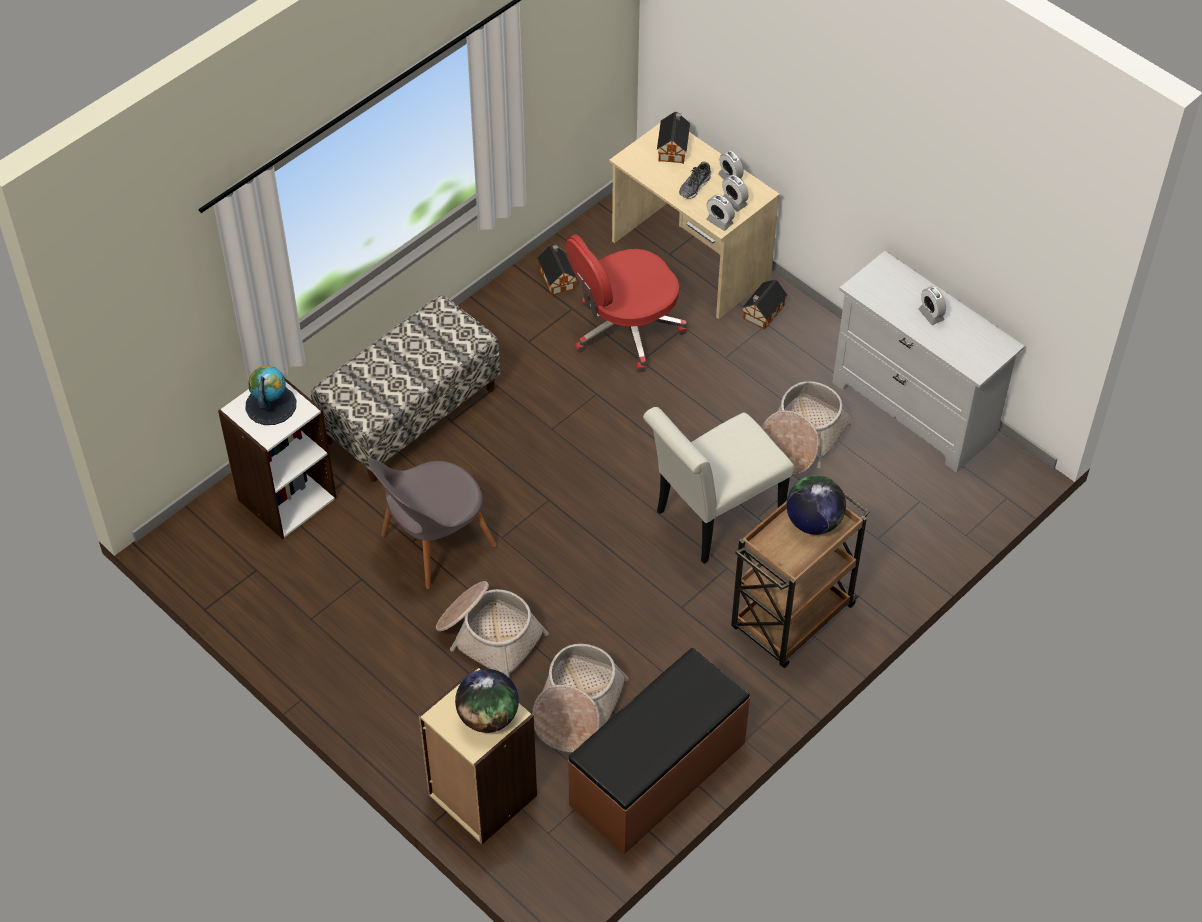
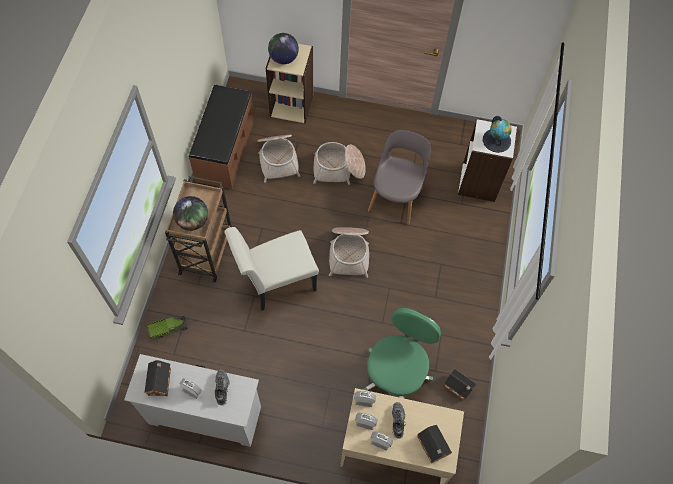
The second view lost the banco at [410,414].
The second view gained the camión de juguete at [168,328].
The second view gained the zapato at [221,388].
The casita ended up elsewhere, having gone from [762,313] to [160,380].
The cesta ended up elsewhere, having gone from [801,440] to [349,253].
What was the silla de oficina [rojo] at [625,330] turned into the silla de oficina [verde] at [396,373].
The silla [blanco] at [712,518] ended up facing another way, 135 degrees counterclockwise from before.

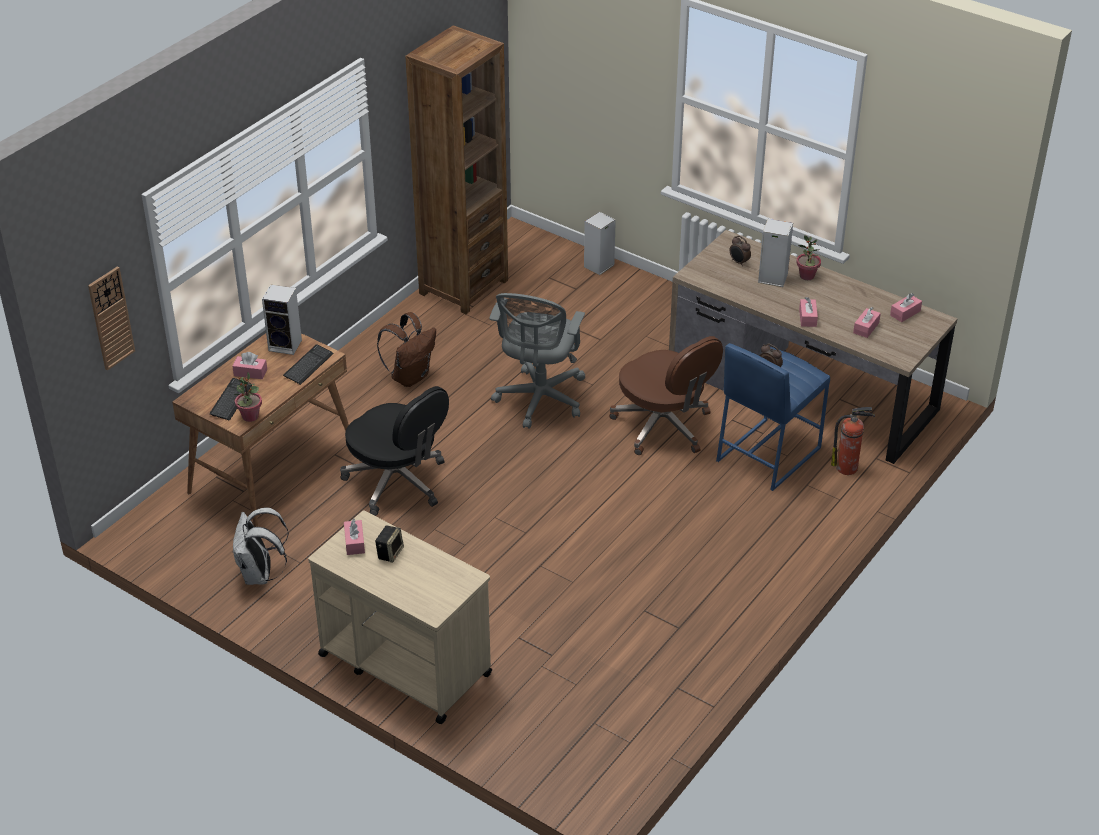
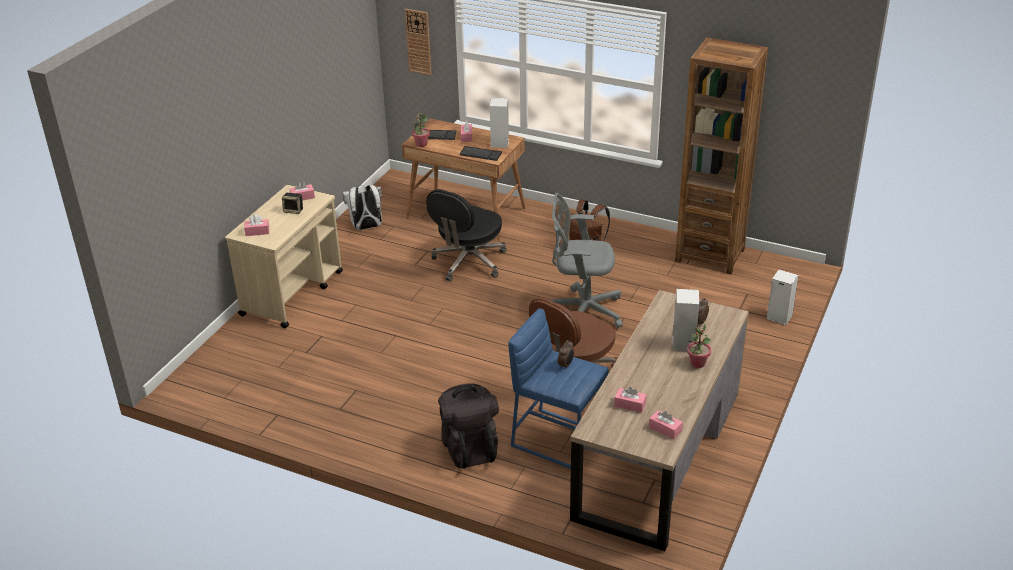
The second view lost the extintor at [848,468].
The second view gained the mochila [negro] at [469,448].
The caja de pañuelos [rosa] ended up elsewhere, having gone from [807,318] to [257,231].

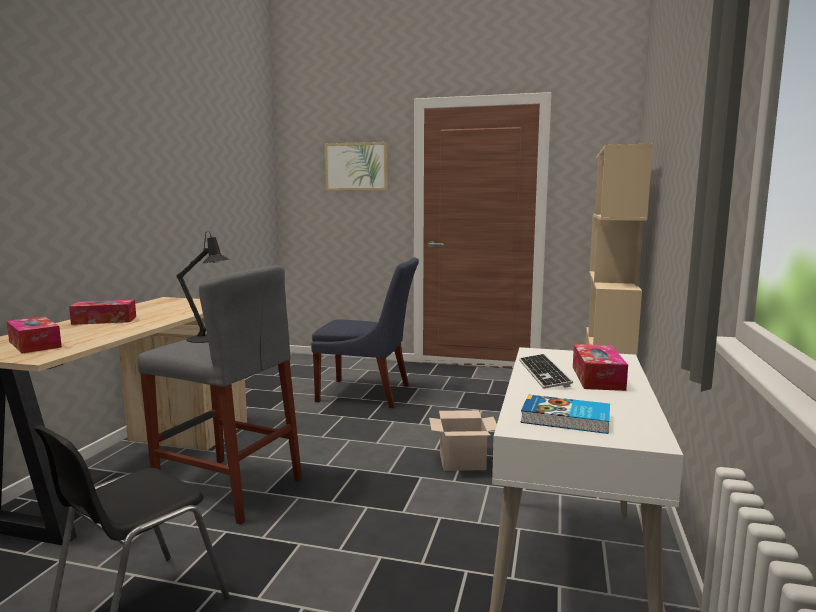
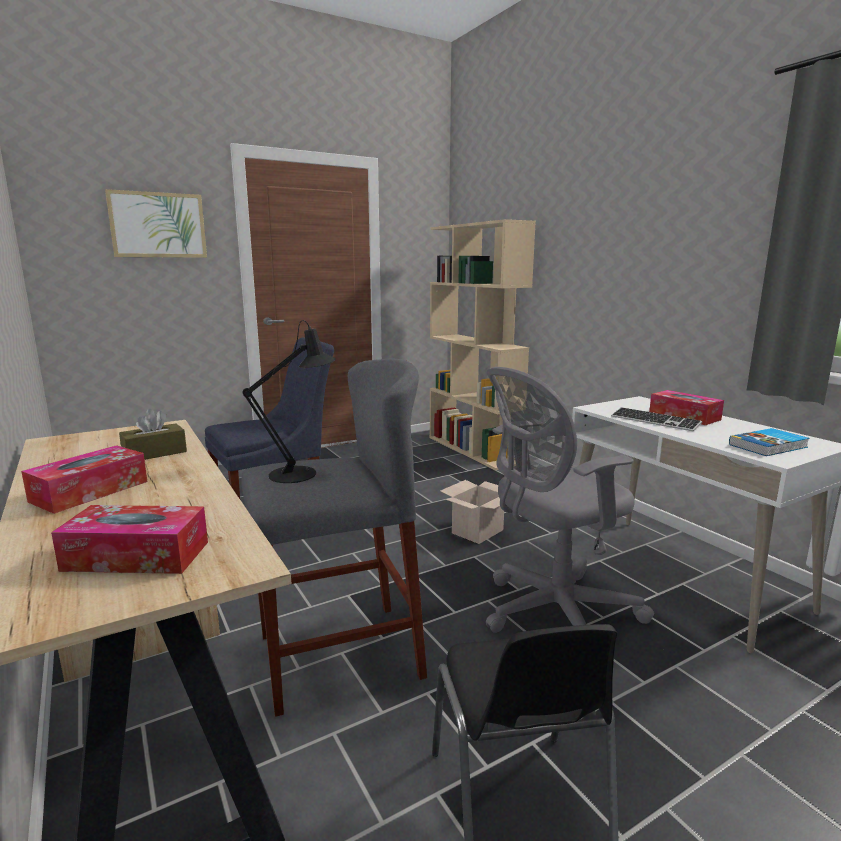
The second view gained the caja de pañuelos [marrón] at [155,453].
The second view gained the silla de oficina [gris] at [552,612].

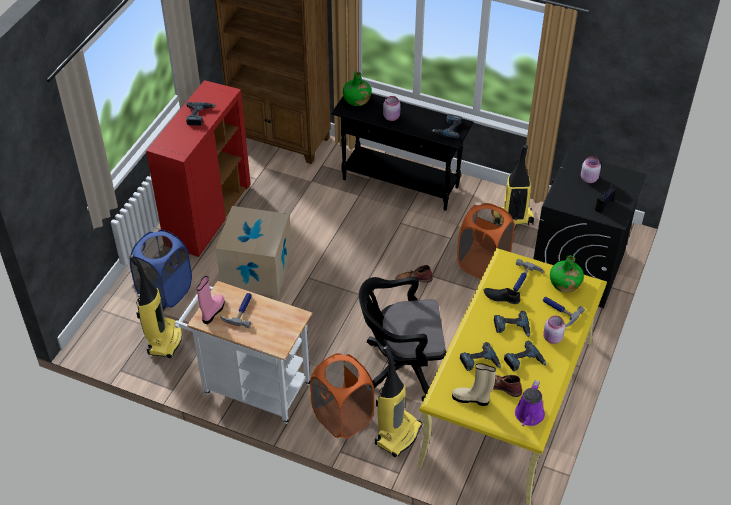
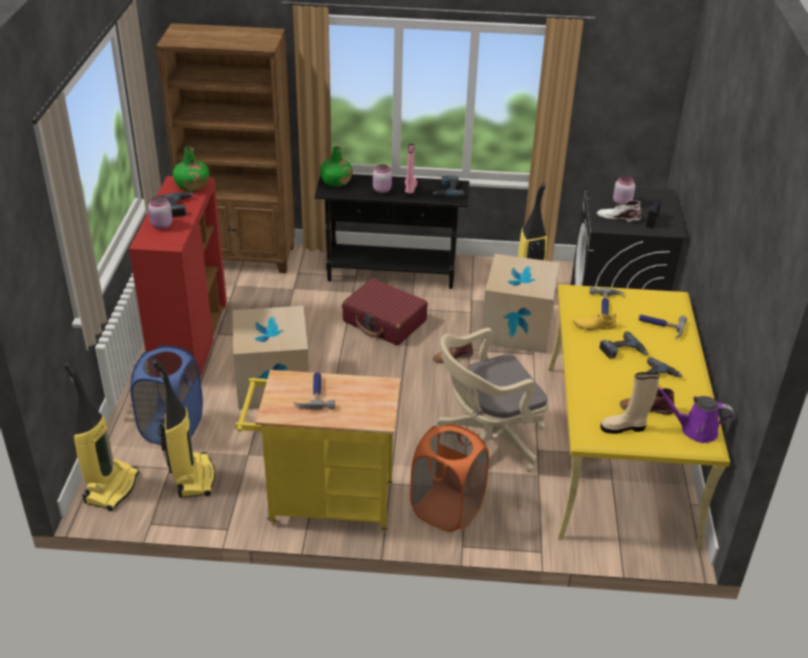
The second view lost the taladro at [480,362].
The second view gained the maleta [rojo] at [384,321].
The second view gained the bota [blanco] at [618,217].
The bota [rosa] ended up elsewhere, having gone from [212,312] to [410,189].
The aspiradora ended up elsewhere, having gone from [397,434] to [111,487].
The tarro [rosa] ended up elsewhere, having gone from [552,338] to [161,225].
The botella [verde] ended up elsewhere, having gone from [564,283] to [192,185].
Where the cesto de la ropa [naranja] stood at [482,264], the caja de cartón came to stand at [517,329].
What was the carrito [blanco] at [251,387] turned into the carrito [amarillo] at [323,504].
What was the silla de oficina [negro] at [403,365] turned into the silla de oficina [beis] at [486,441].
What was the zapato [negro] at [501,297] turned into the zapato [amarillo] at [593,326].
The regadera [morado] at [528,416] ended up facing another way, 105 degrees clockwise from before.

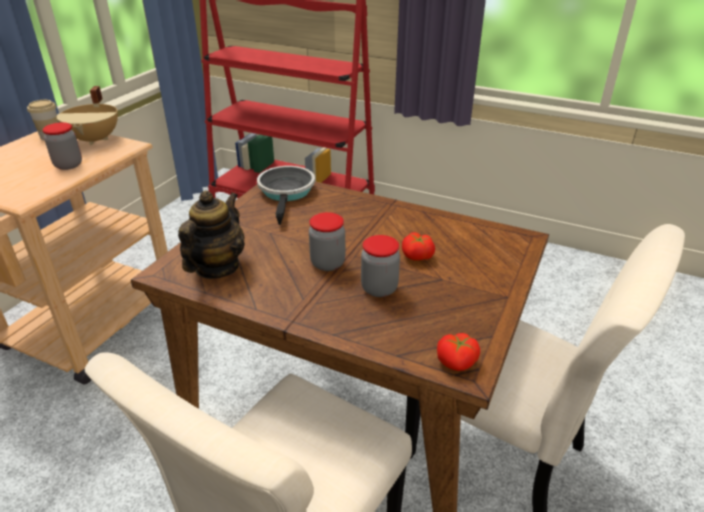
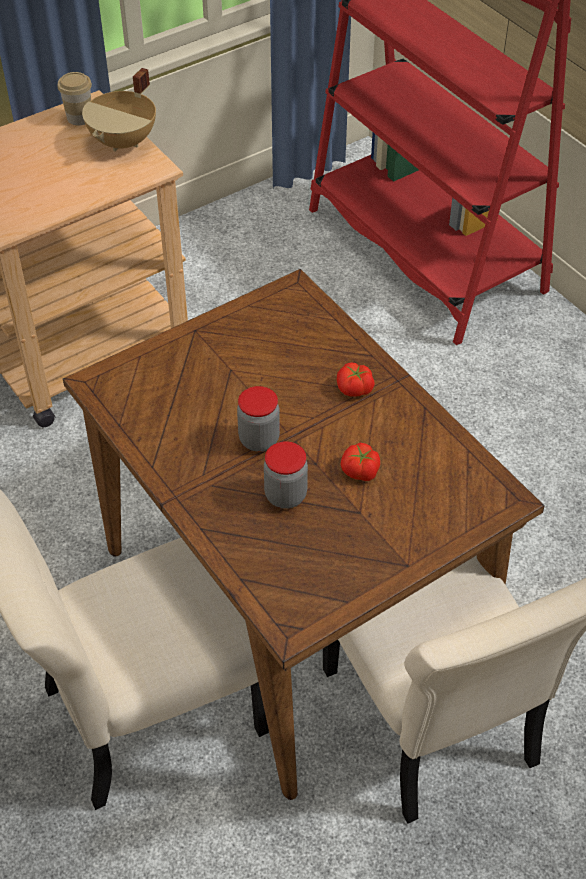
The second view lost the tarro at [68,165].
The second view lost the tetera at [216,267].
The second view lost the sartén at [287,193].
The tomate ended up elsewhere, having gone from [457,362] to [354,389].

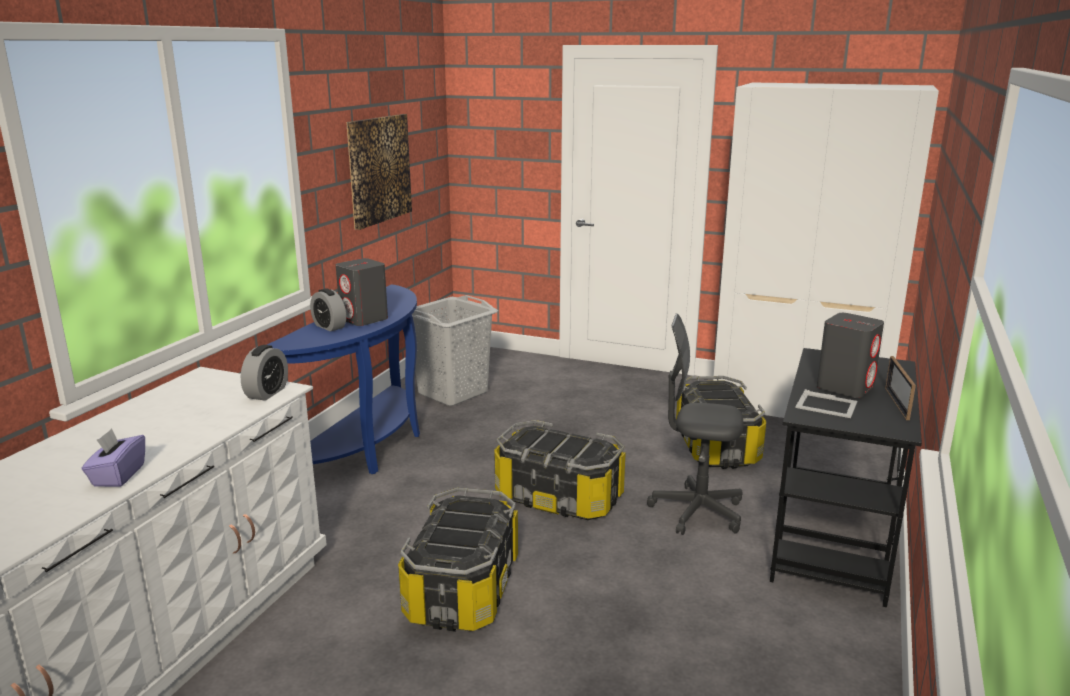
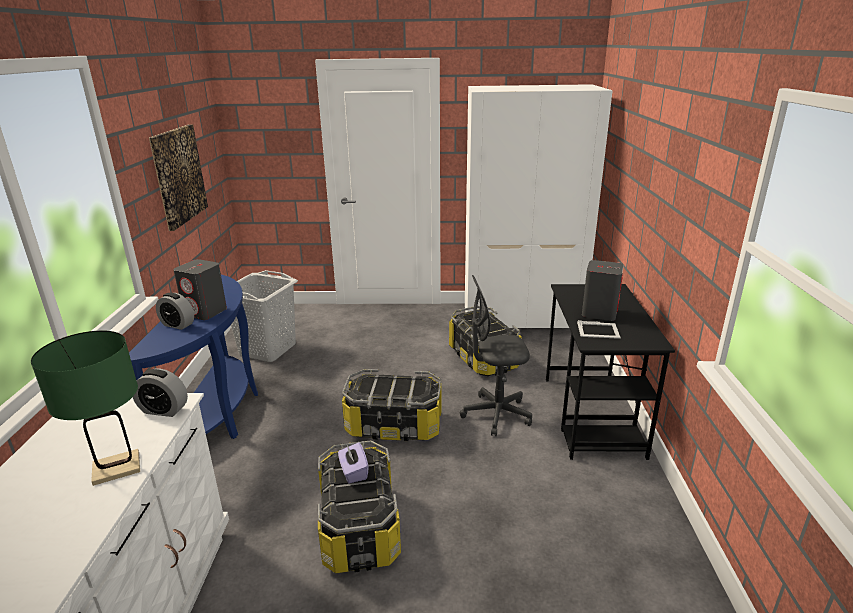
The second view lost the portarretratos at [897,403].
The second view gained the lámpara de mesa [verde] at [117,468].
The caja de pañuelos [morado] ended up elsewhere, having gone from [118,475] to [353,472].
The despertador at [267,393] ended up facing another way, 105 degrees clockwise from before.

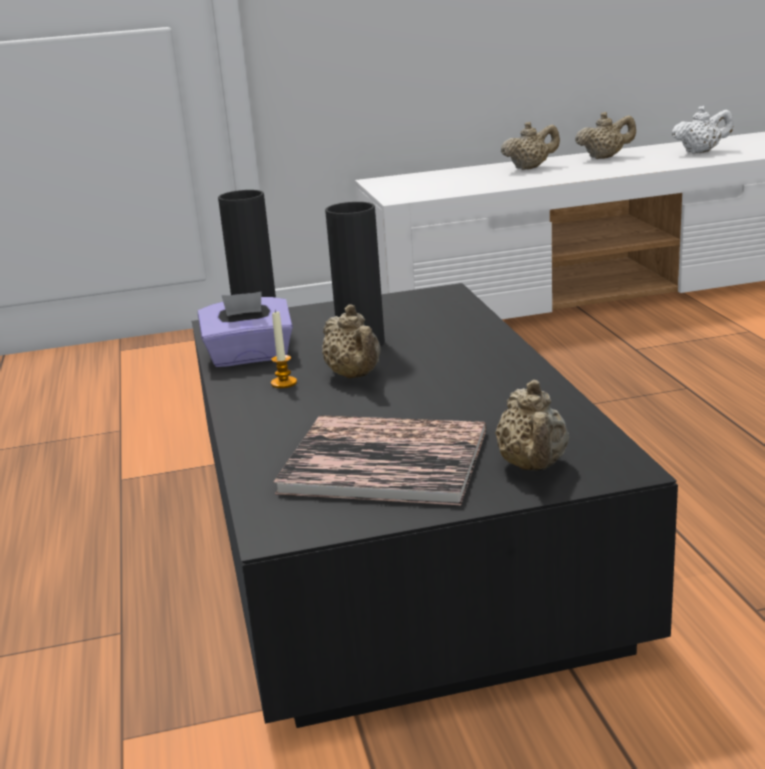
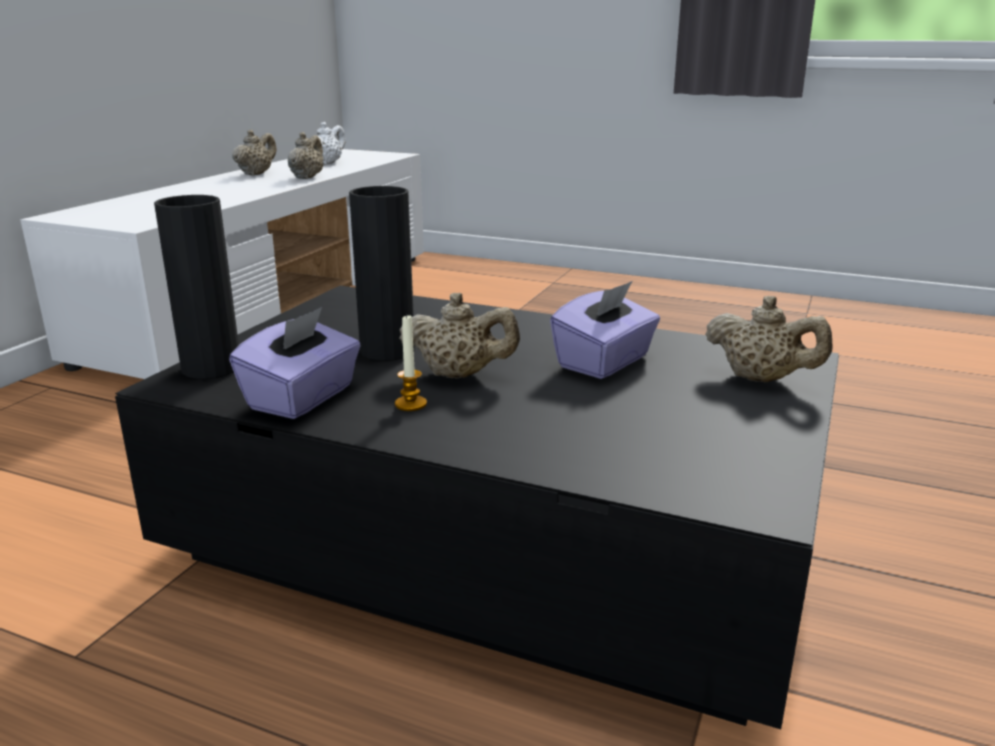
The second view lost the libro at [385,461].
The second view gained the caja de pañuelos [morado] at [604,362].
The tetera [beis] ended up elsewhere, having gone from [530,168] to [307,177].

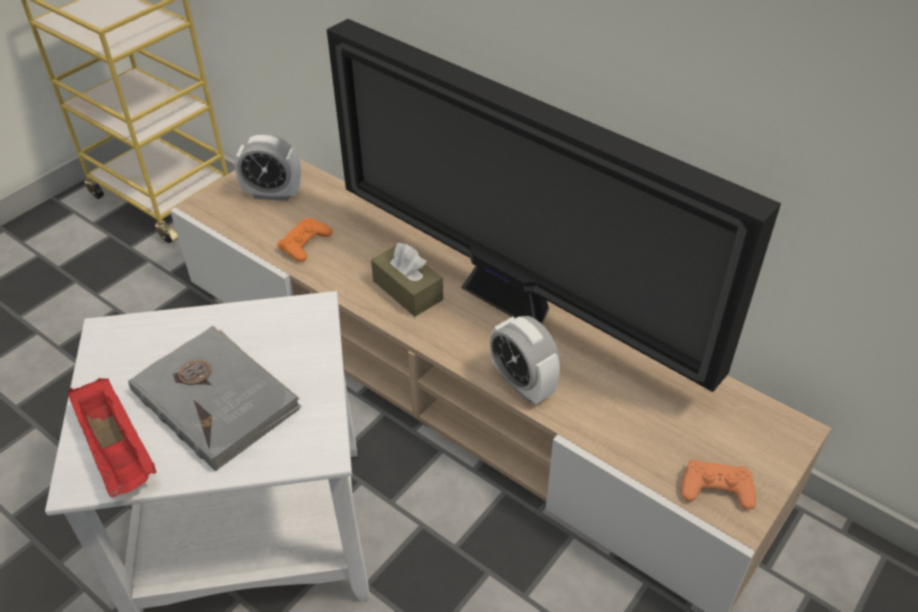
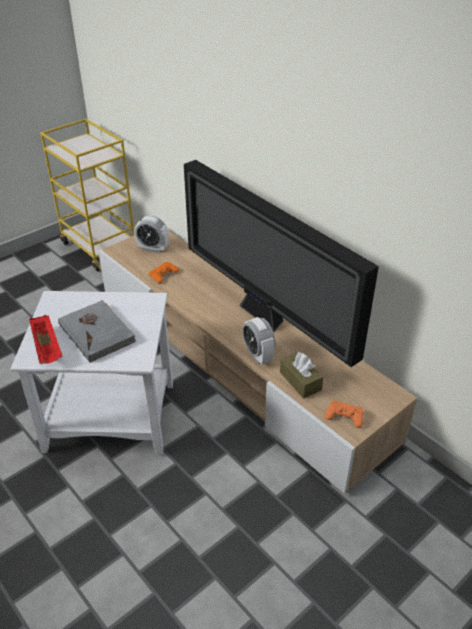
The caja de pañuelos [marrón] ended up elsewhere, having gone from [407,290] to [300,381].

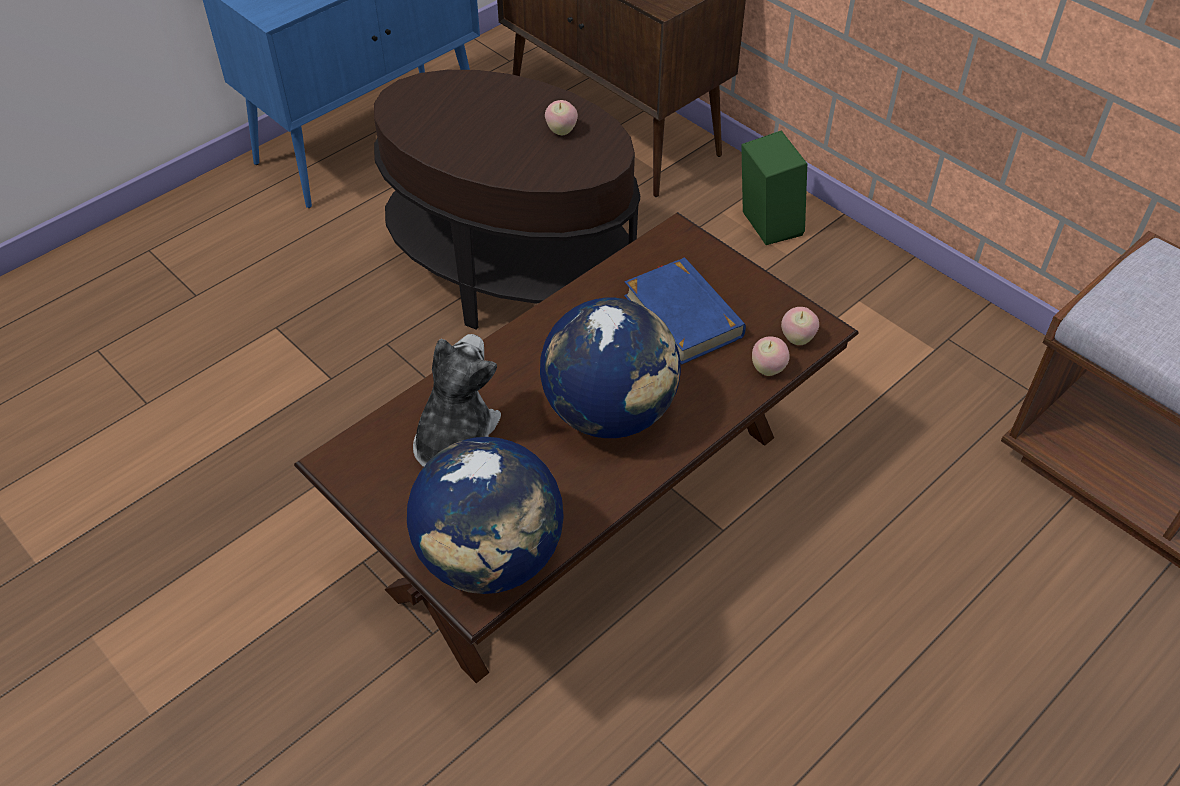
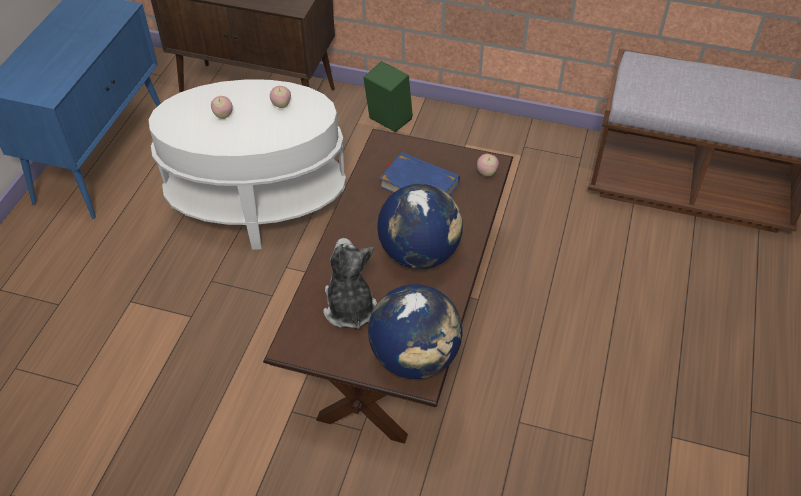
The manzana ended up elsewhere, having gone from [768,369] to [223,115].
What was the mesa auxiliar [marrón] at [511,274] turned into the mesa auxiliar [blanco] at [259,208].

